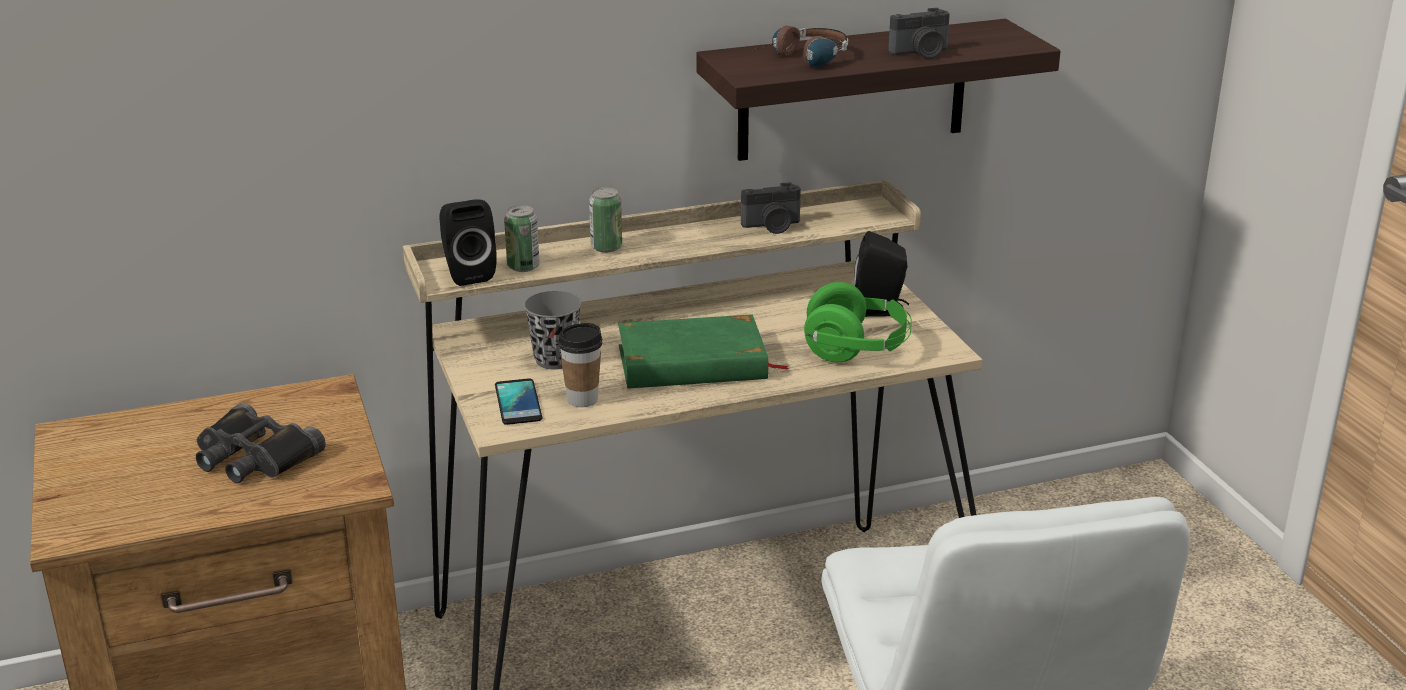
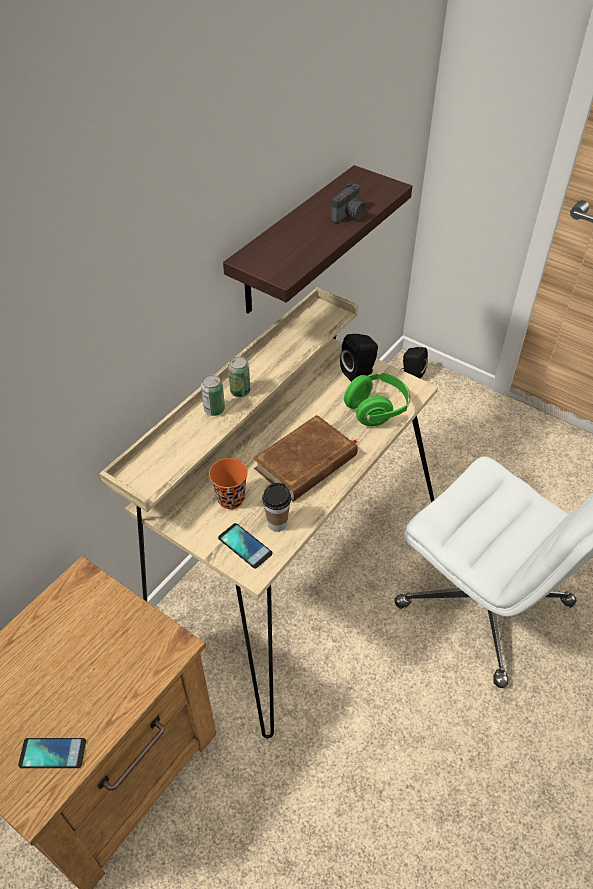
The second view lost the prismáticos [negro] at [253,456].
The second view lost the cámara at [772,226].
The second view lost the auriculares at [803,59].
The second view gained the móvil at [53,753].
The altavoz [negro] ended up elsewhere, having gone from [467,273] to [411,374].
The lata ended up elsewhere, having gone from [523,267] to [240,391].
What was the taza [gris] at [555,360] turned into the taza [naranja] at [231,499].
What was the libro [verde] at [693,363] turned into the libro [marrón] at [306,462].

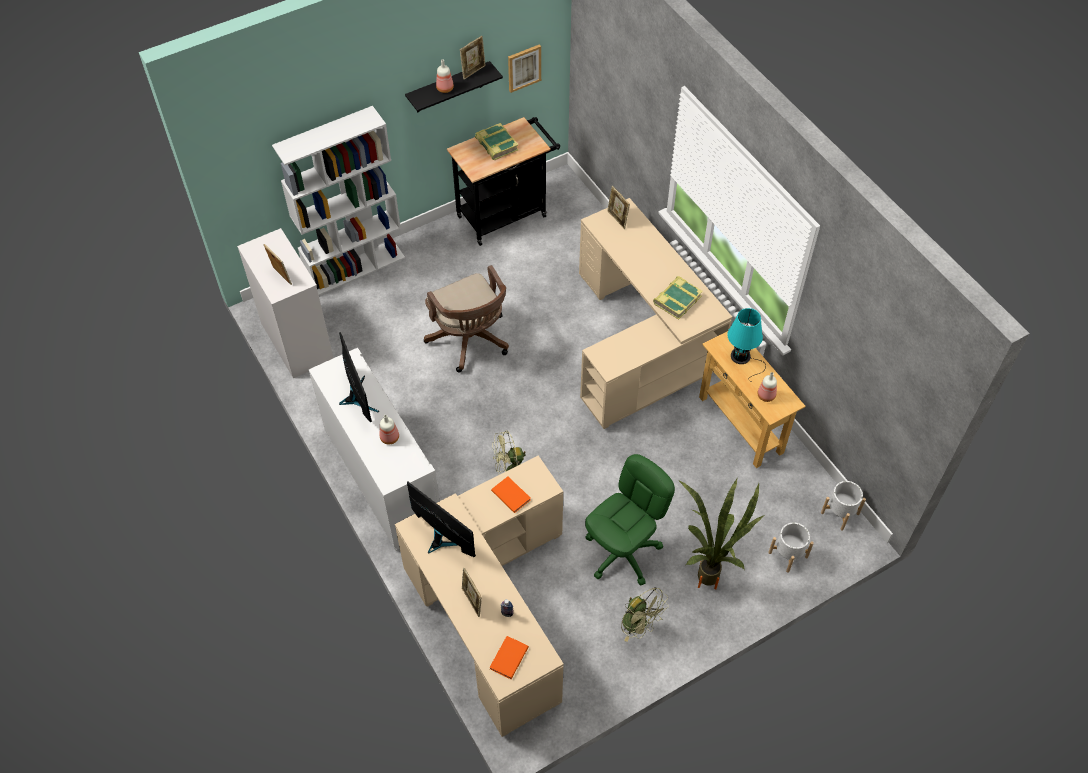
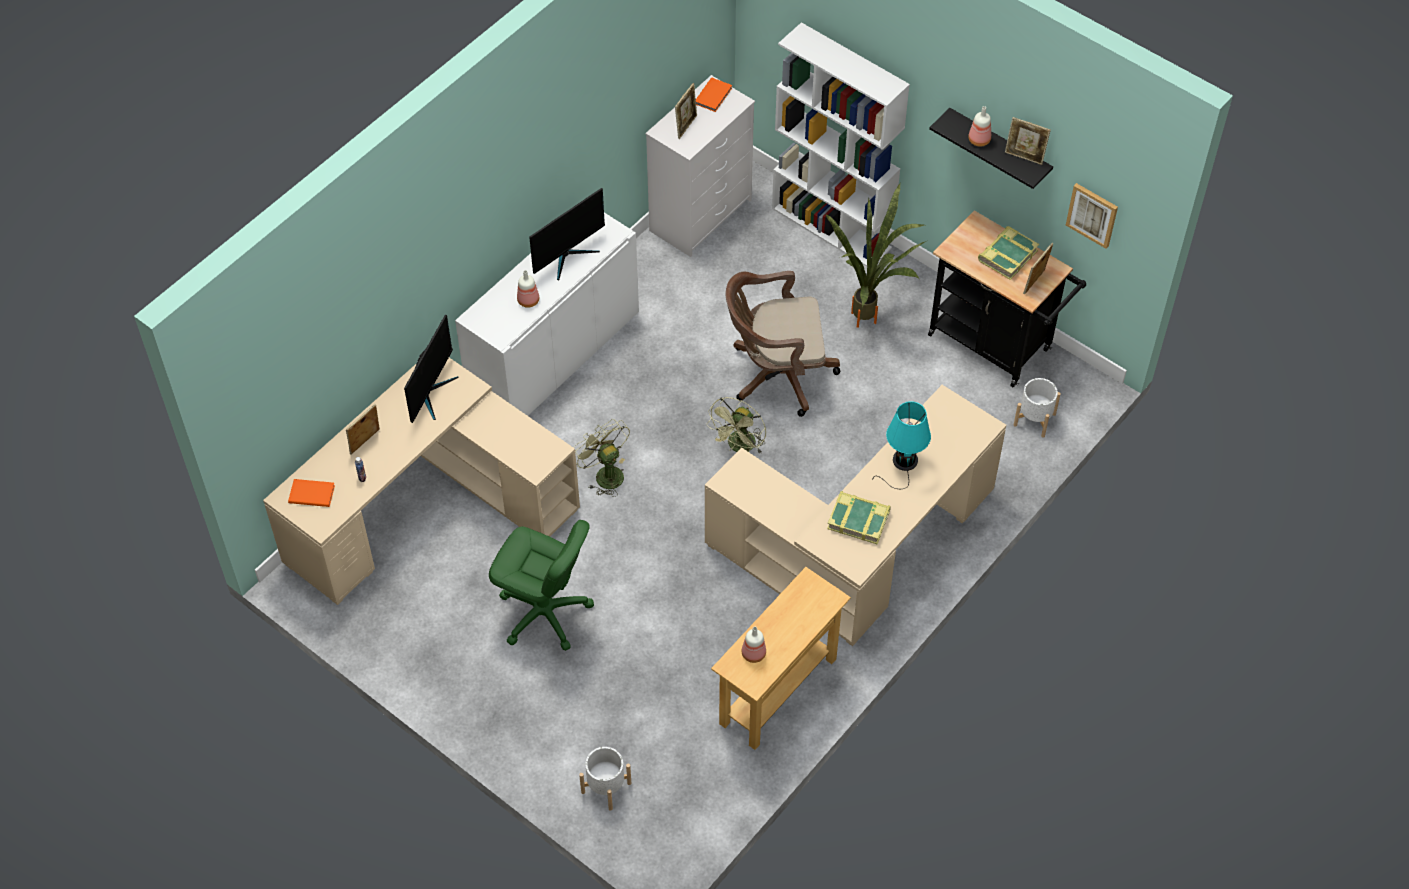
The libro [naranja] ended up elsewhere, having gone from [511,494] to [714,96].
The portarretratos ended up elsewhere, having gone from [617,219] to [1035,283].
The ventilador [verde] ended up elsewhere, having gone from [639,625] to [739,447].
The planta en maceta ended up elsewhere, having gone from [709,574] to [872,318].
The lámpara de mesa [turquesa] ended up elsewhere, having gone from [742,358] to [903,463].
The maceta [blanco] ended up elsewhere, having gone from [840,513] to [1034,419].
The silla de oficina [marrón] at [470,341] ended up facing another way, 45 degrees clockwise from before.

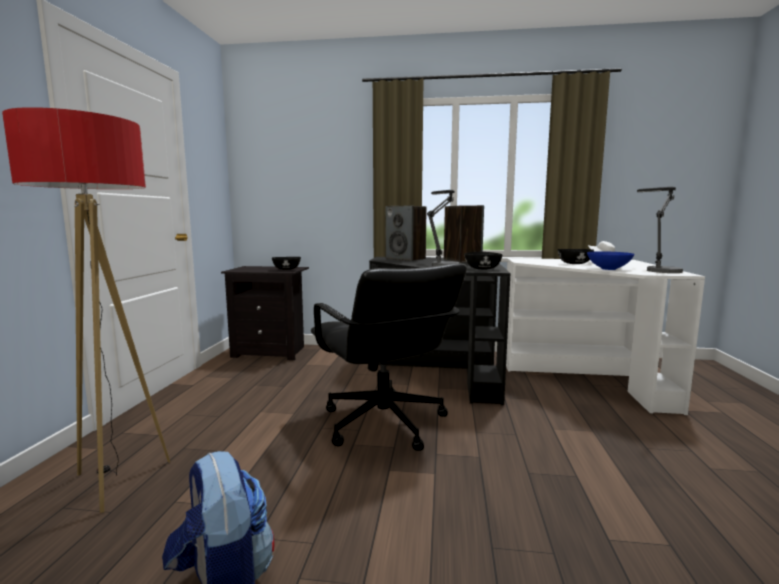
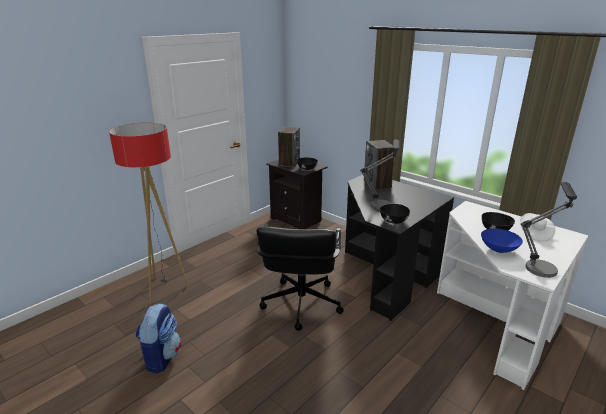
The altavoz ended up elsewhere, having gone from [461,260] to [289,163].

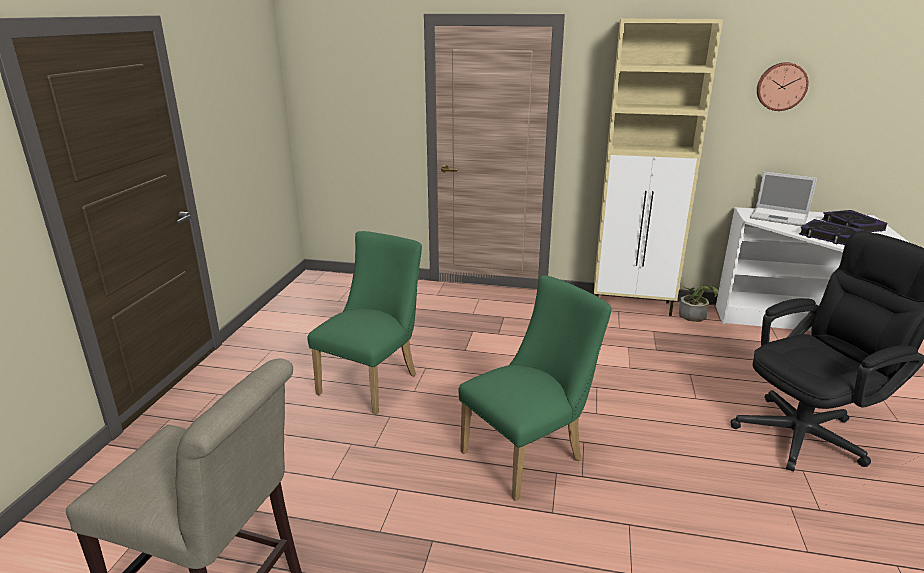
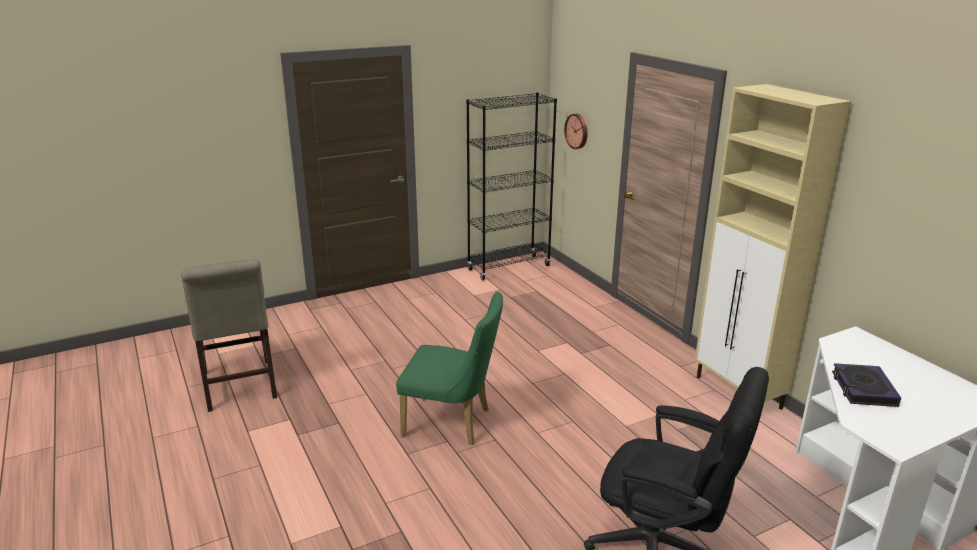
The second view lost the silla [verde] at [373,381].
The second view lost the planta en maceta at [694,314].
The second view lost the portátil at [780,217].
The second view lost the libro at [852,225].
The second view gained the estantería [negro] at [509,268].
The reloj de pared ended up elsewhere, having gone from [781,86] to [577,131].

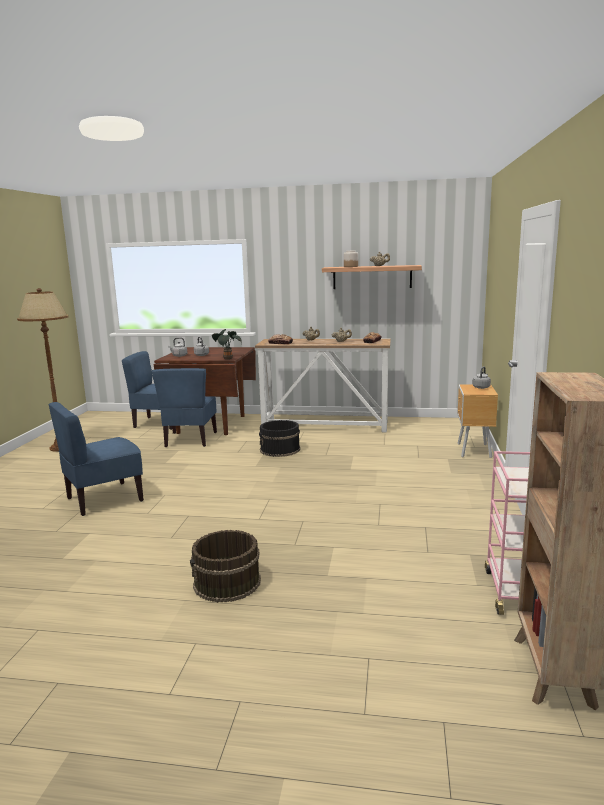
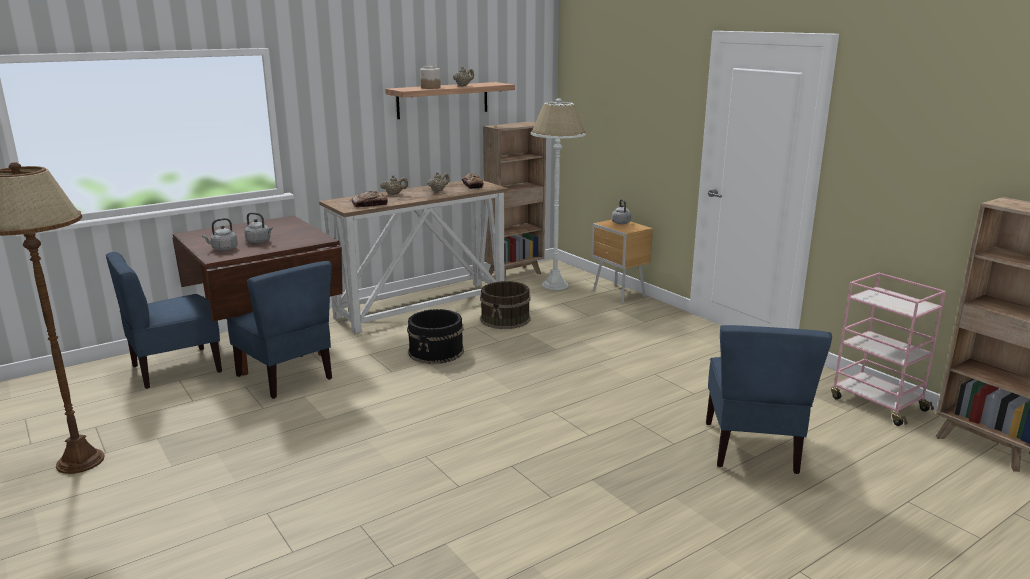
The second view lost the planta en maceta at [227,358].
The second view gained the estantería [marrón] at [515,274].
The second view gained the lámpara de pie [blanco] at [555,285].
The silla [azul] ended up elsewhere, having gone from [104,499] to [752,448].
The cubo [marrón] ended up elsewhere, having gone from [227,583] to [506,319].

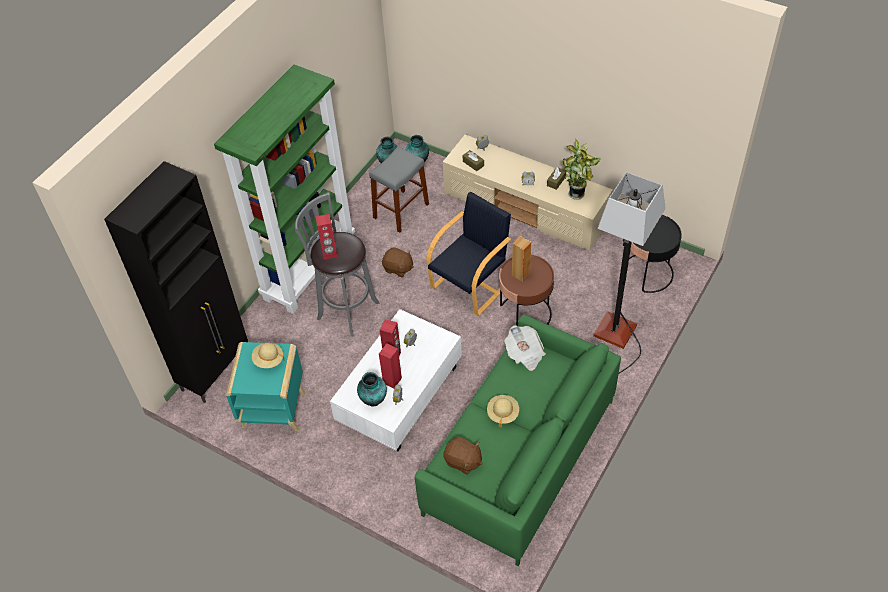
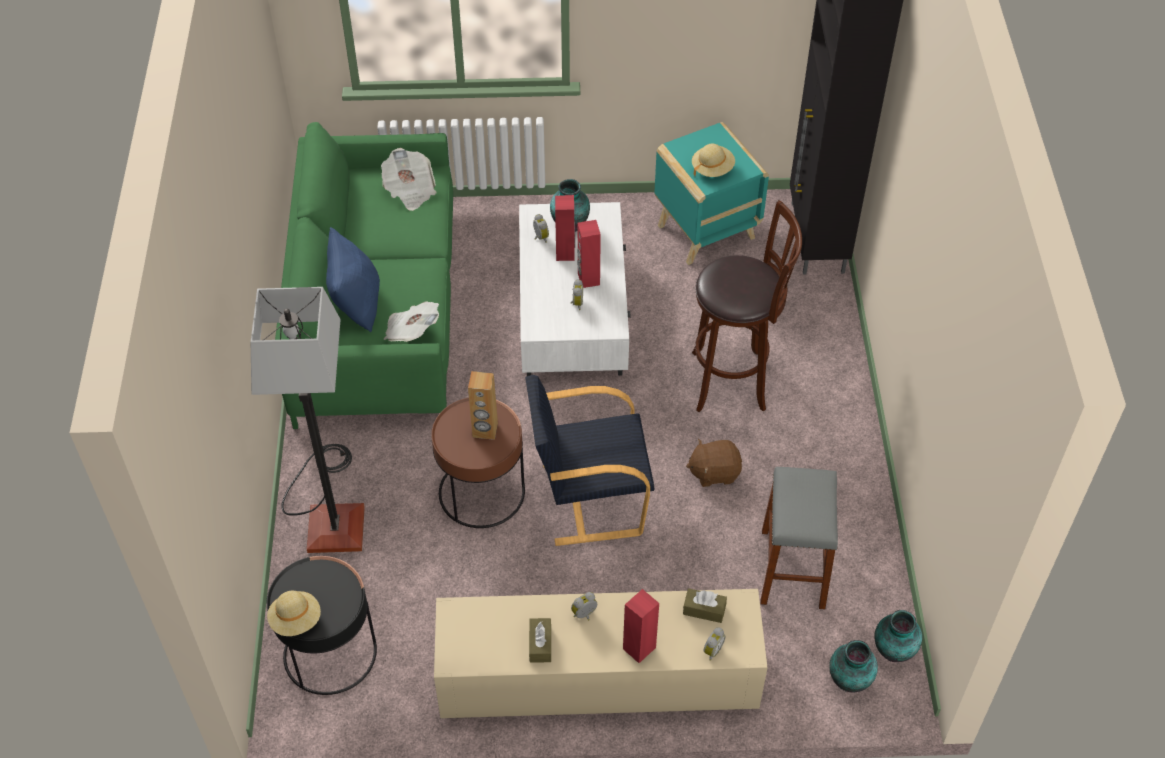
The second view lost the estantería [verde] at [309,268].
The second view lost the planta en maceta at [578,195].
The second view gained the cojín [azul] at [357,303].
The altavoz [rojo] ended up elsewhere, having gone from [329,253] to [639,648].
The sombrero [beis] ended up elsewhere, having gone from [502,413] to [296,620].
Where the peluche [marrón] stood at [463,461], the periódico came to stand at [410,190].
What was the taburete [gris] at [345,309] turned into the taburete [marrón] at [734,380].
The sillón [negro] at [471,285] ended up facing another way, 75 degrees clockwise from before.

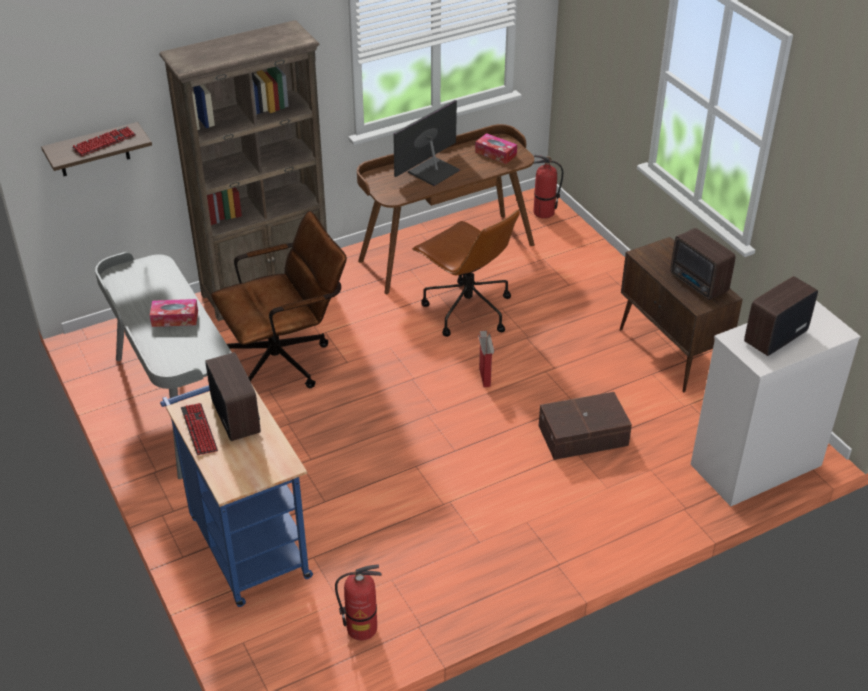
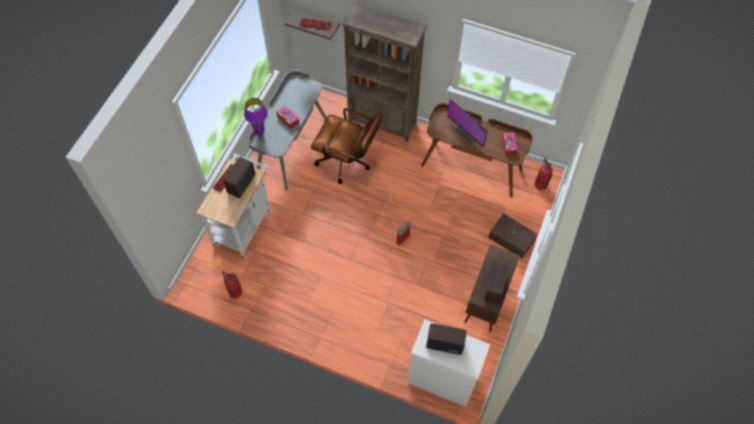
The second view lost the silla de oficina [marrón] at [466,310].
The second view gained the lámpara de mesa [morado] at [260,135].
The caja de almacenaje [marrón] ended up elsewhere, having gone from [584,436] to [511,239].
What was the carrito [azul] at [245,541] turned into the carrito [blanco] at [244,224].
The monitor at [432,171] ended up facing another way, 135 degrees counterclockwise from before.

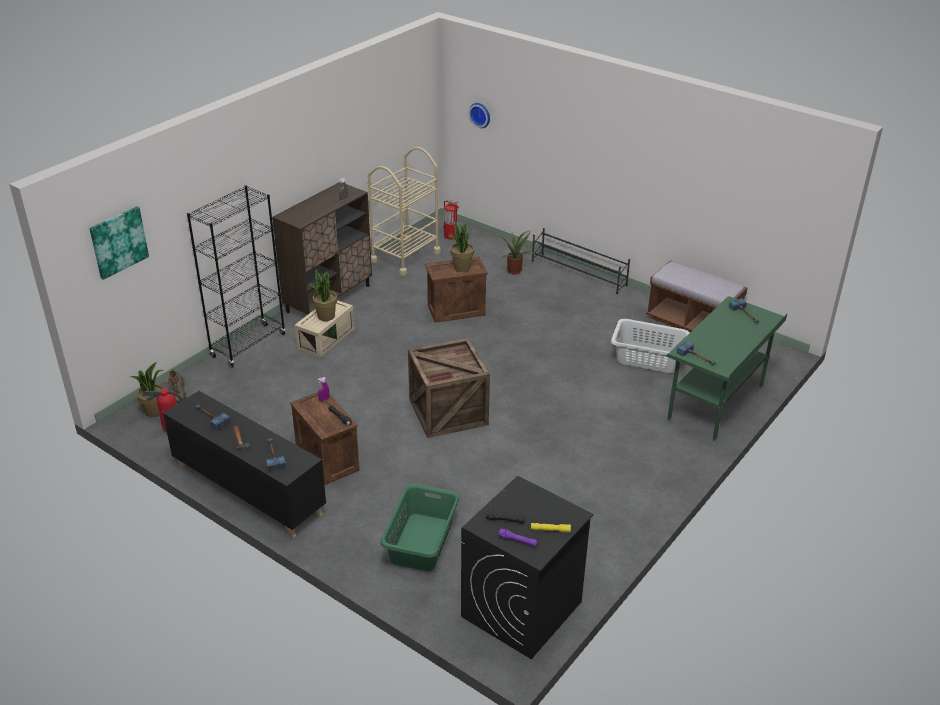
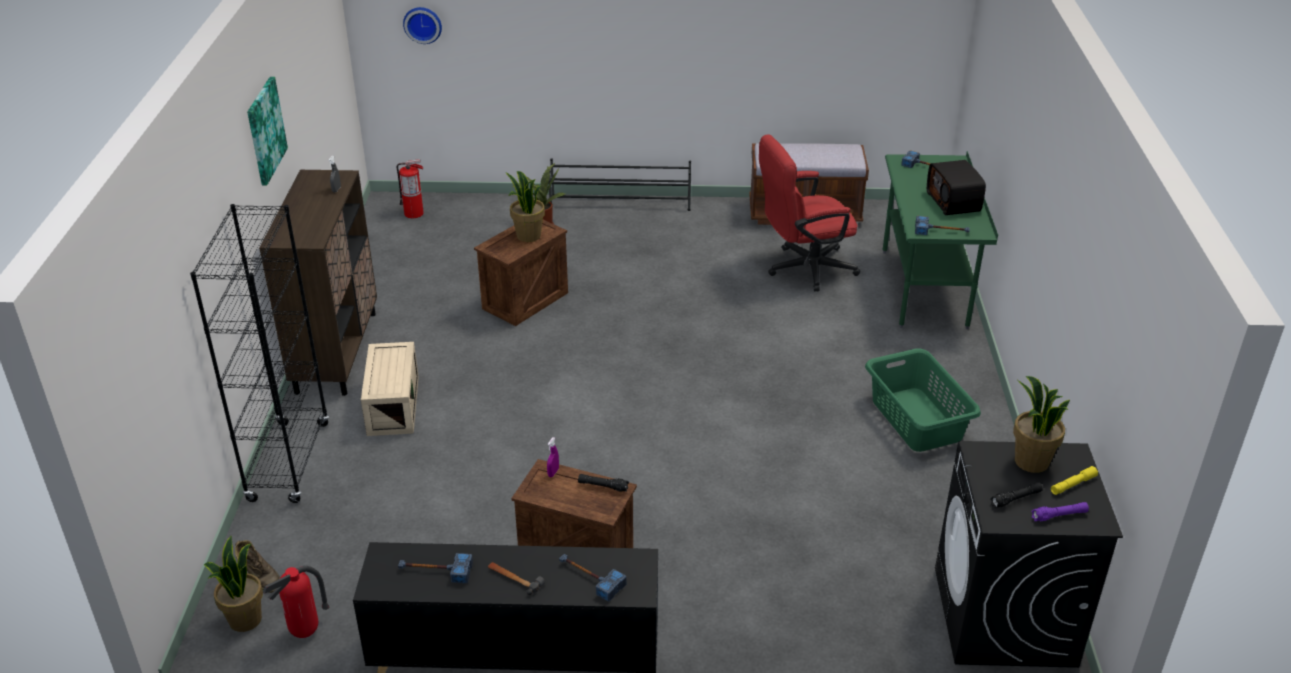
The second view lost the carrito [beis] at [405,257].
The second view lost the caja de embalaje at [447,413].
The second view gained the radio at [954,202].
The cuadro ended up elsewhere, having gone from [118,242] to [265,130].
The planta en maceta ended up elsewhere, having gone from [325,316] to [1031,462].
The cesto de la ropa [verde] ended up elsewhere, having gone from [420,542] to [916,420].
Where the cesto de la ropa [blanco] stood at [647,358], the silla de oficina [rojo] came to stand at [803,269].

